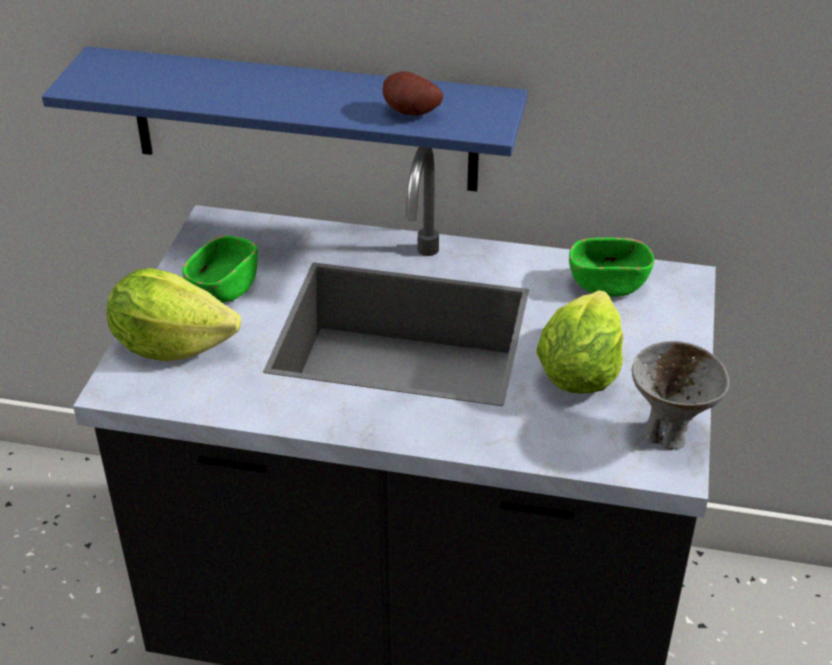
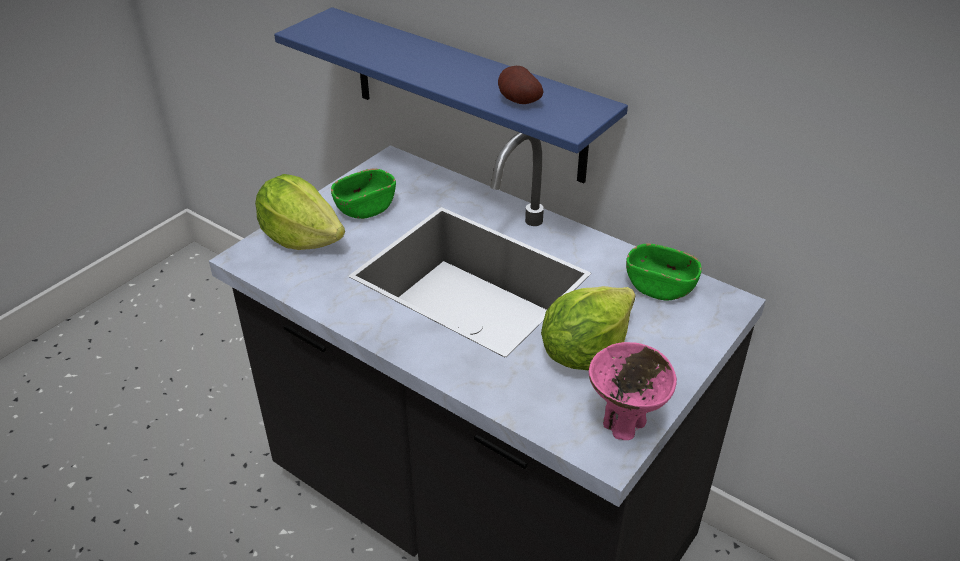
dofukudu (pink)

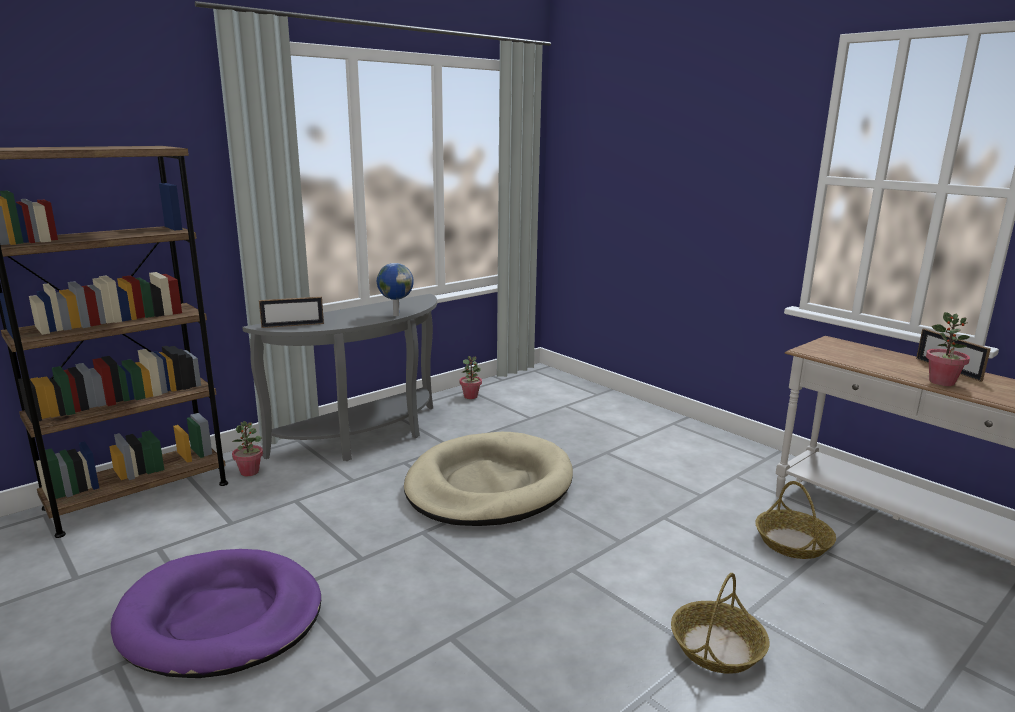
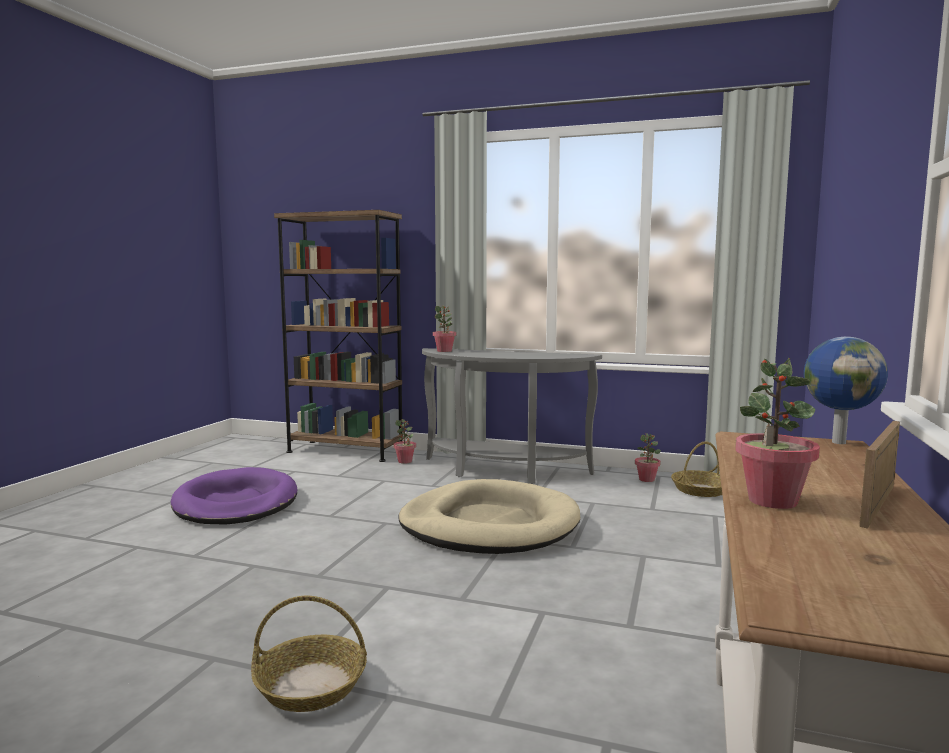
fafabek (no. 2 from left); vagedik (no. 2 from left); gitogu

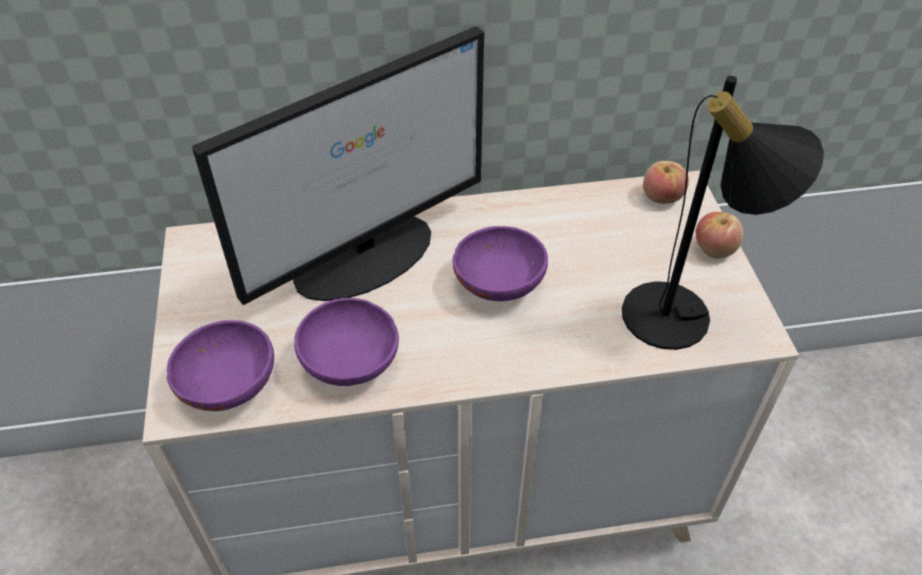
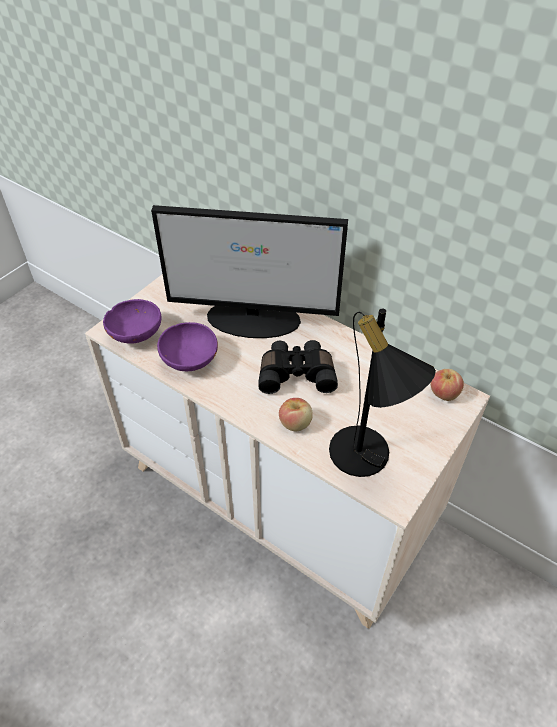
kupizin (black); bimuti (no. 1 from left)

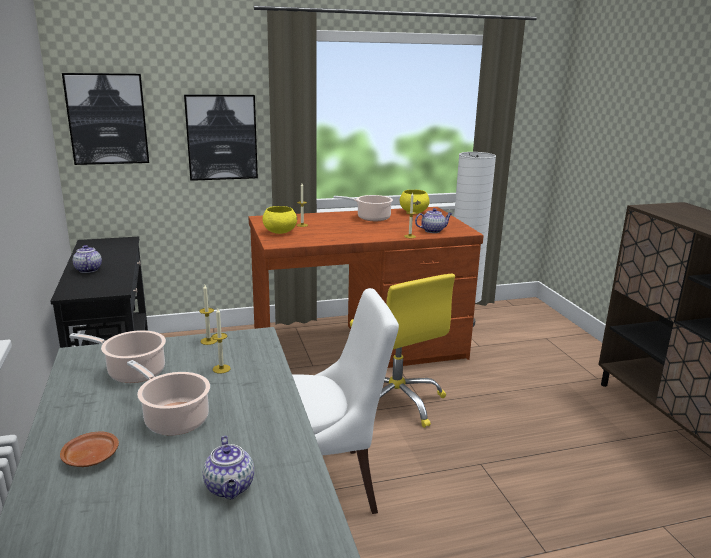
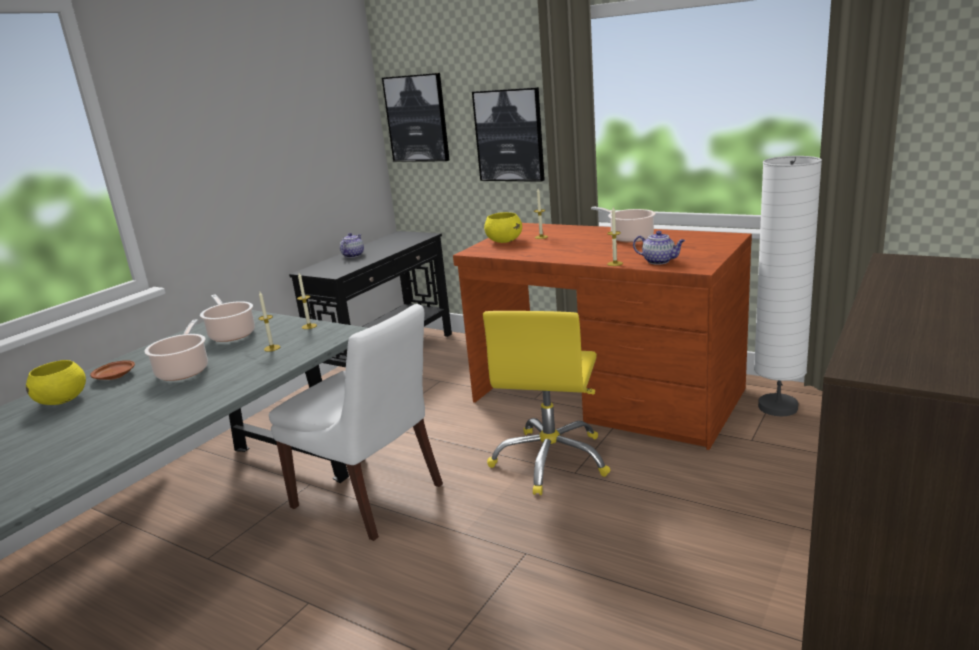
dofukudu (yellow) (no. 1 from left); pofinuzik (no. 2 from left in the first image)

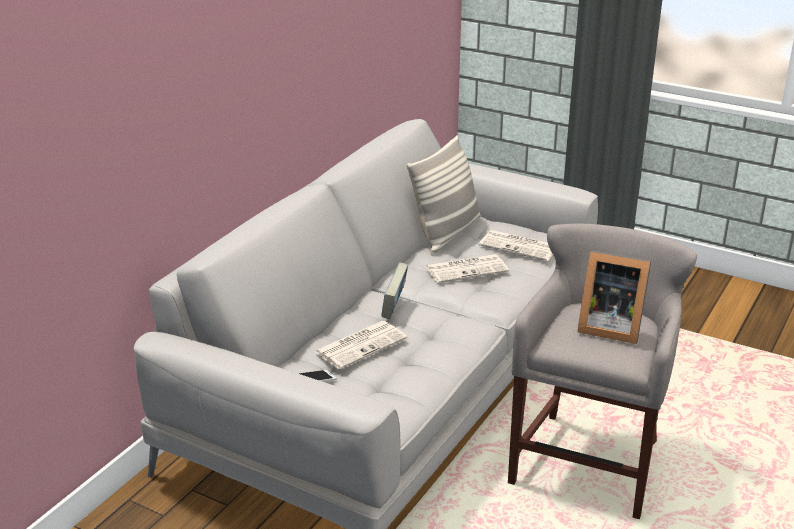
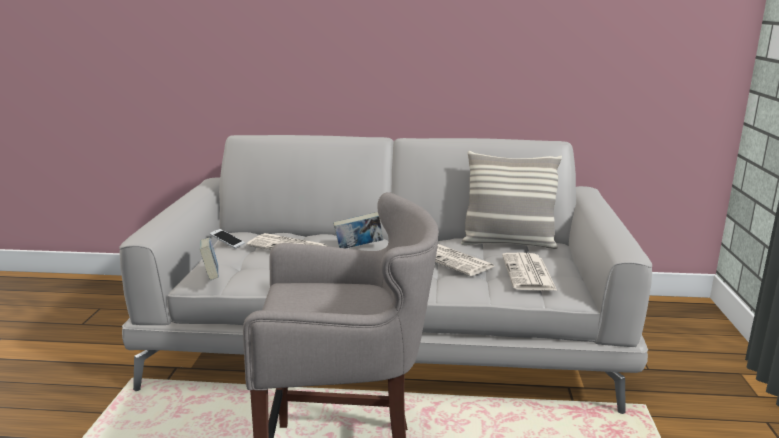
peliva (no. 1 from left); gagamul

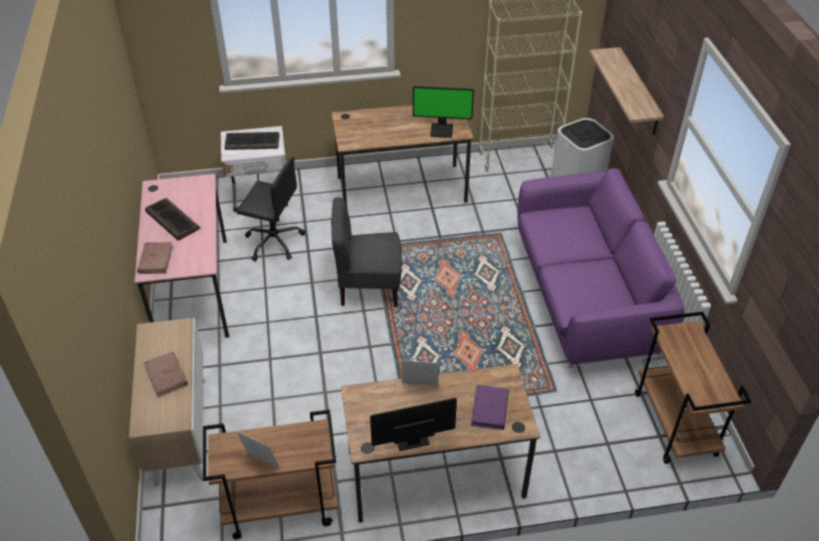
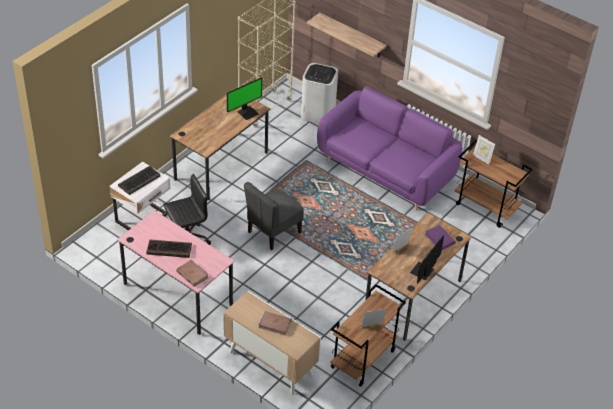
gagamul (no. 3 from left)

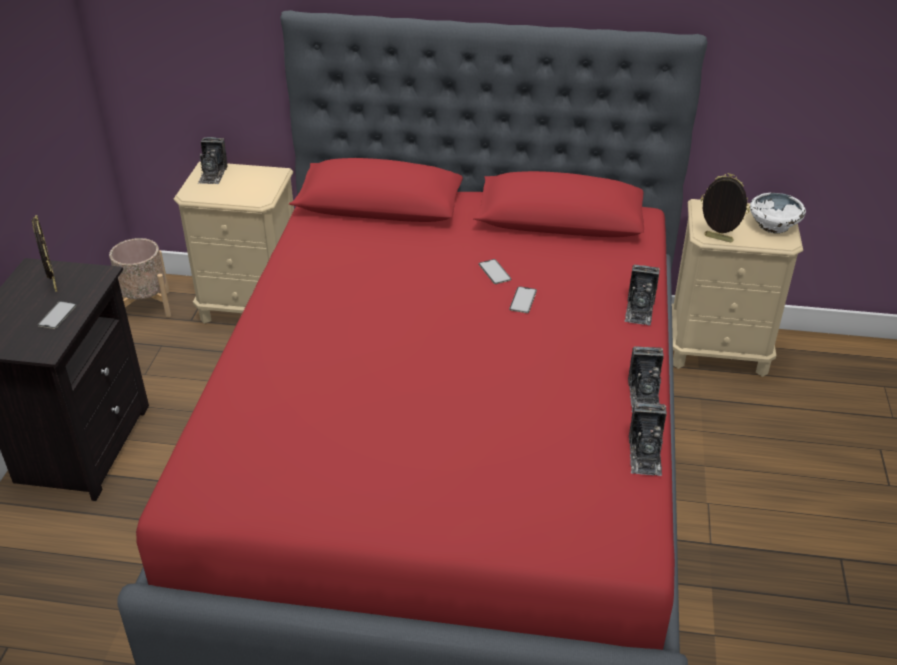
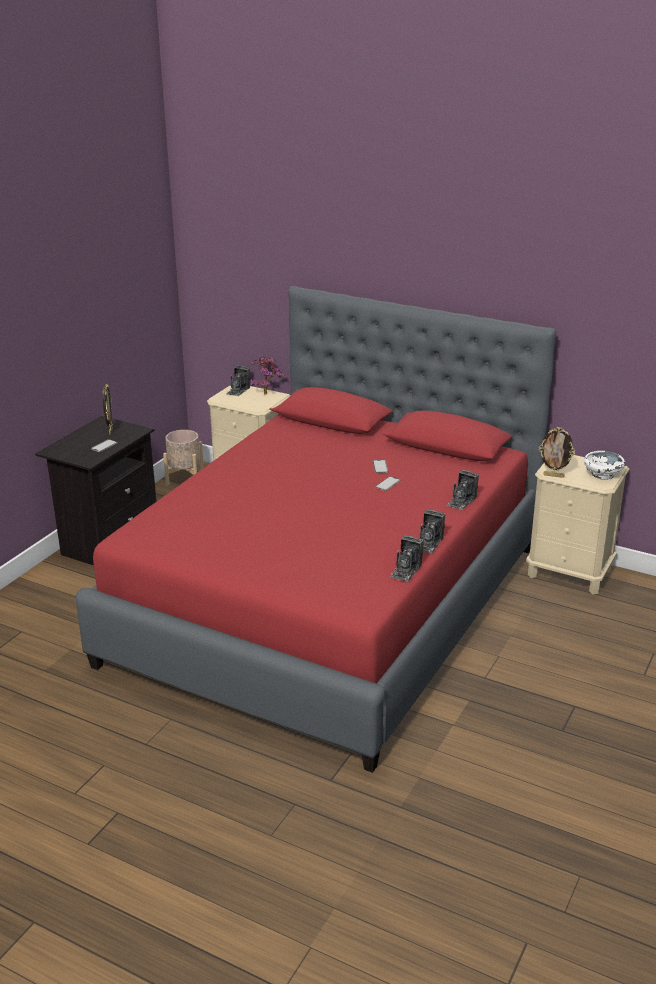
fafabek; gagamul (no. 2 from left)

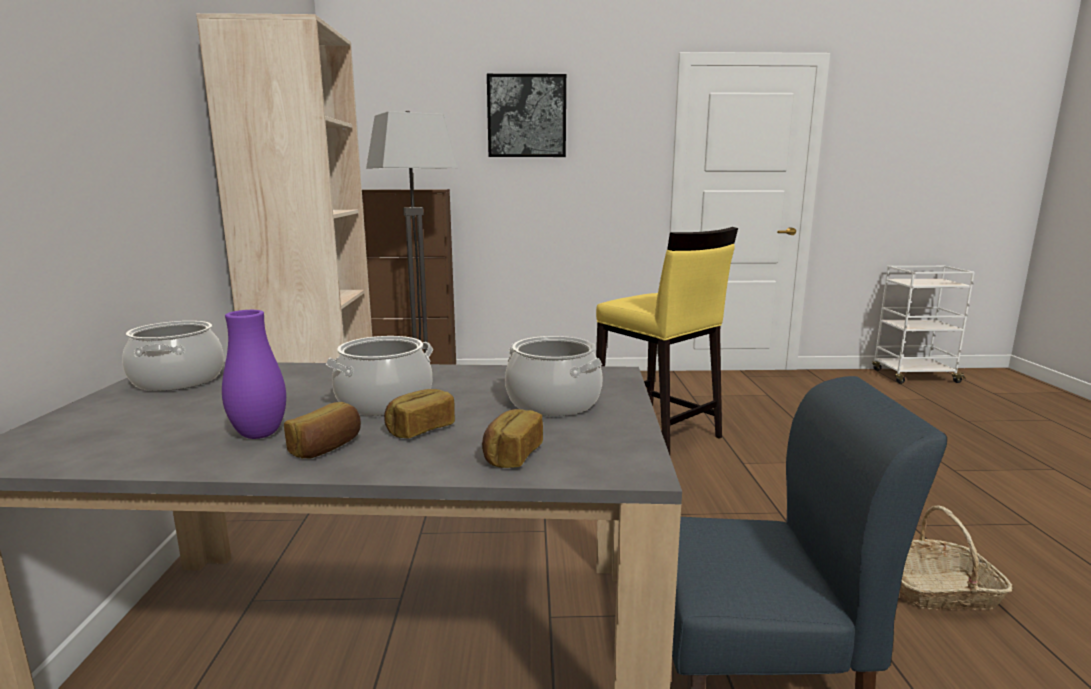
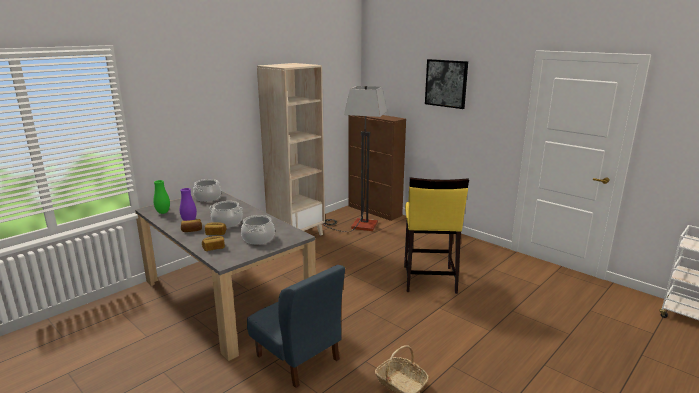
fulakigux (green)

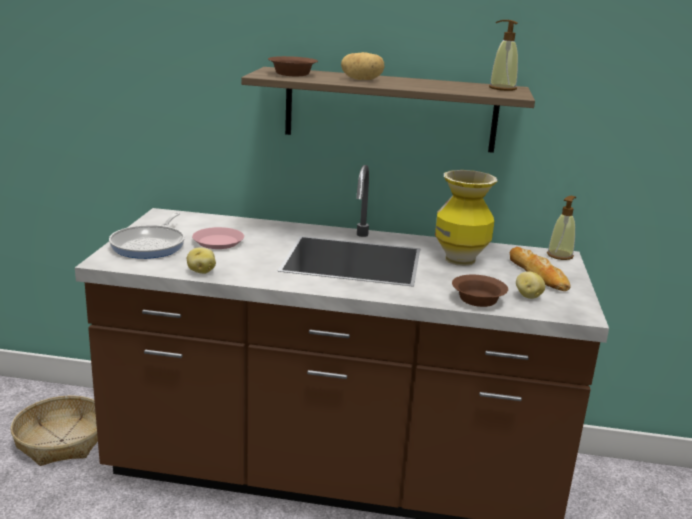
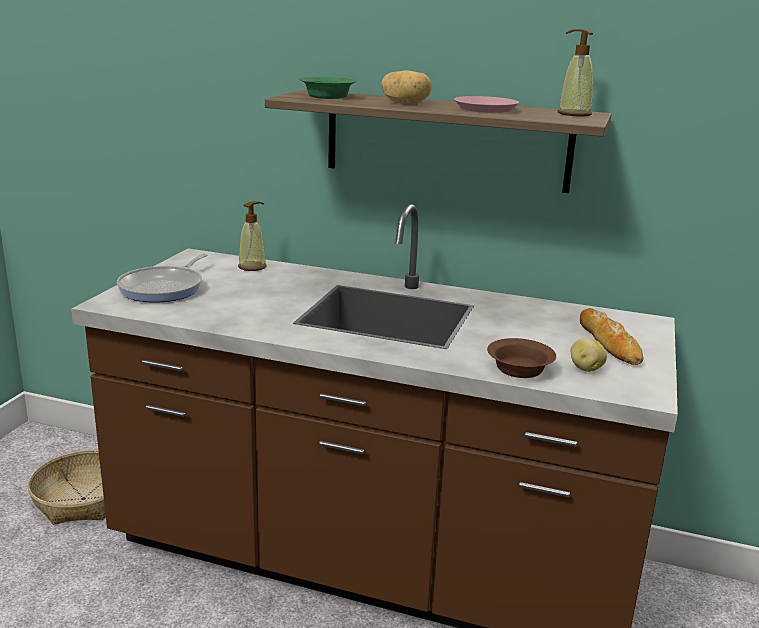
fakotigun (no. 1 from left); dofukudu (green); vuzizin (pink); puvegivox (no. 1 from left in the first image); fulakigux

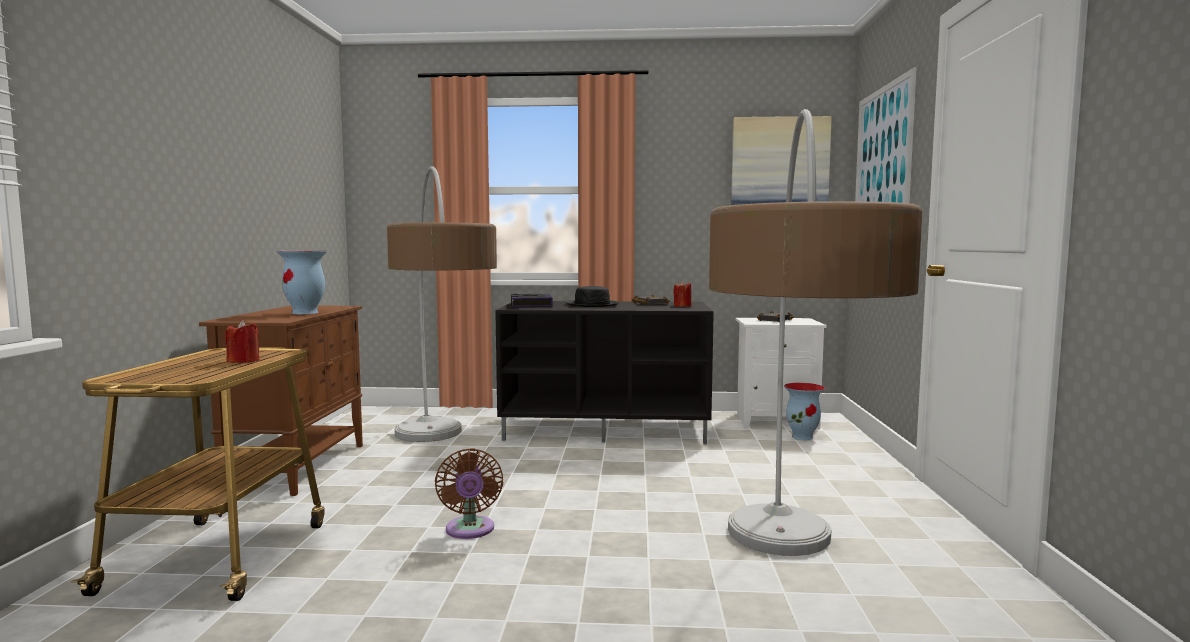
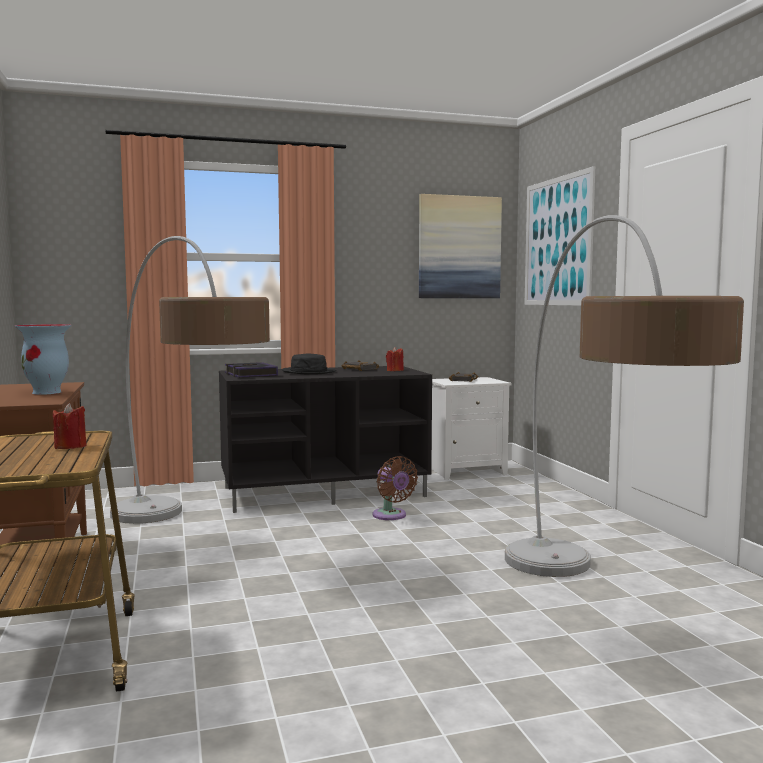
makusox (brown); fulakigux (no. 2 from left in the first image)

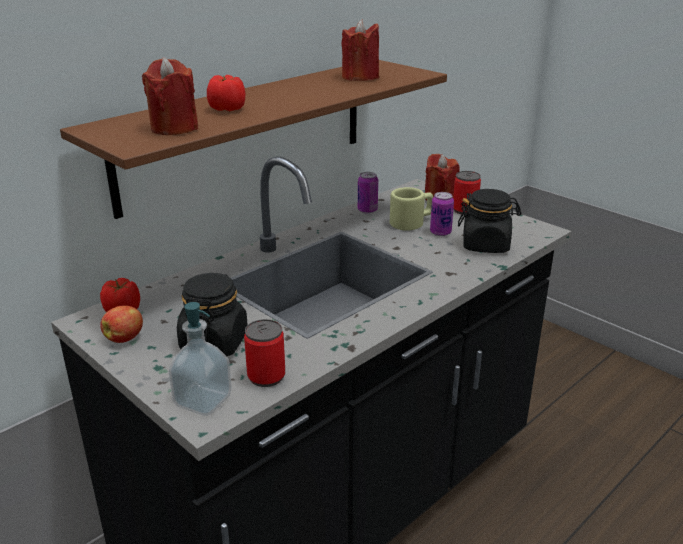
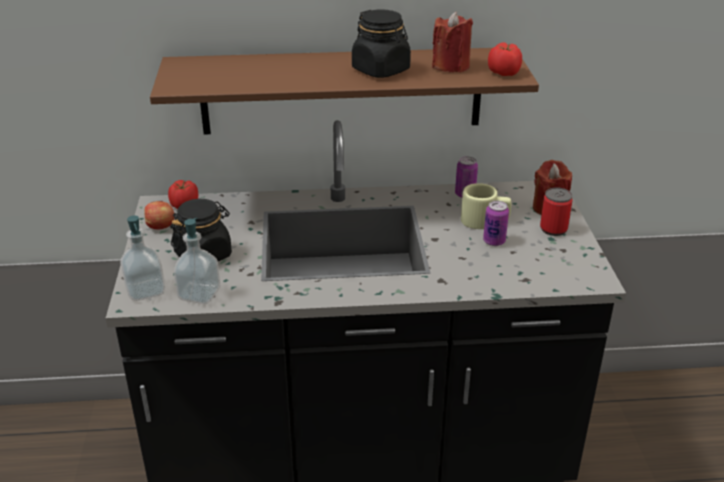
fakotigun (no. 2 from left); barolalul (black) (no. 2 from left); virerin (no. 2 from left); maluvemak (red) (no. 1 from left in the first image)

